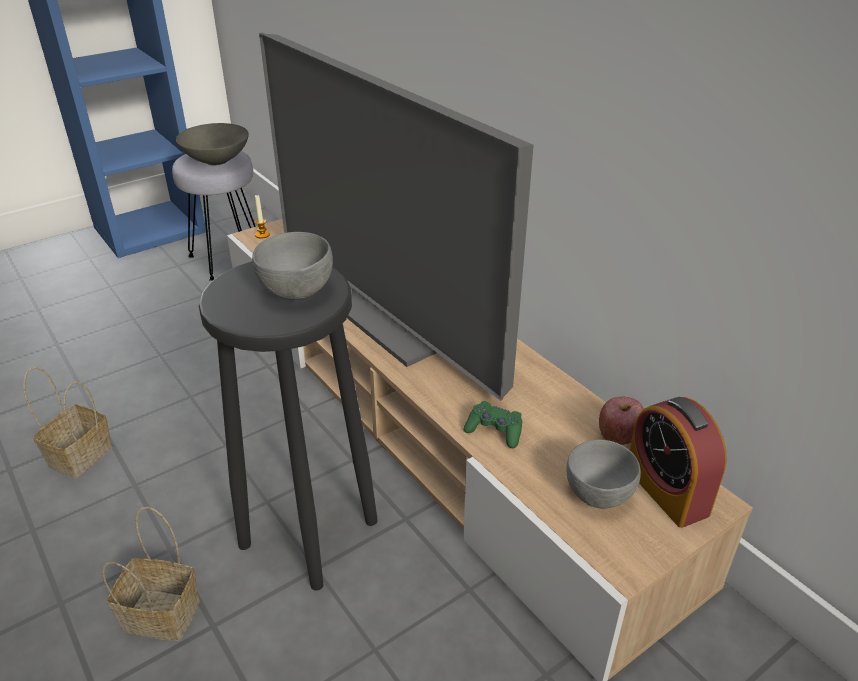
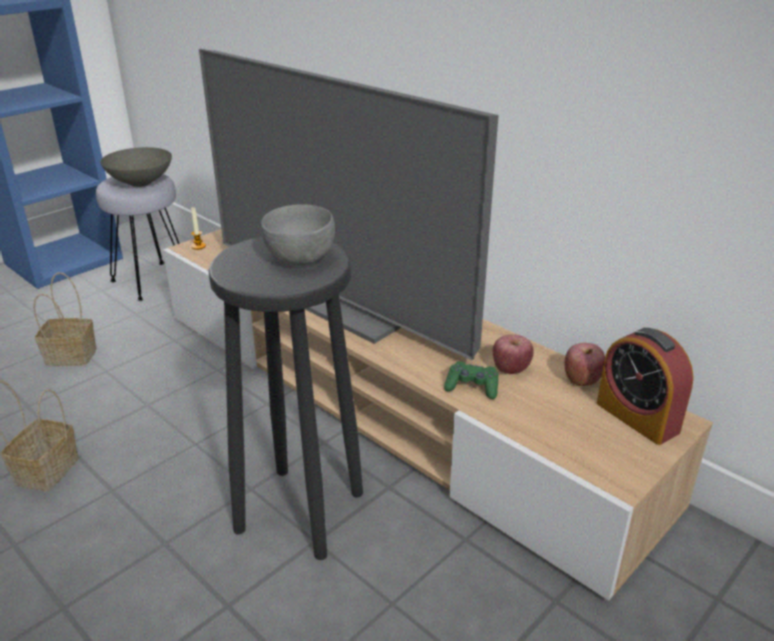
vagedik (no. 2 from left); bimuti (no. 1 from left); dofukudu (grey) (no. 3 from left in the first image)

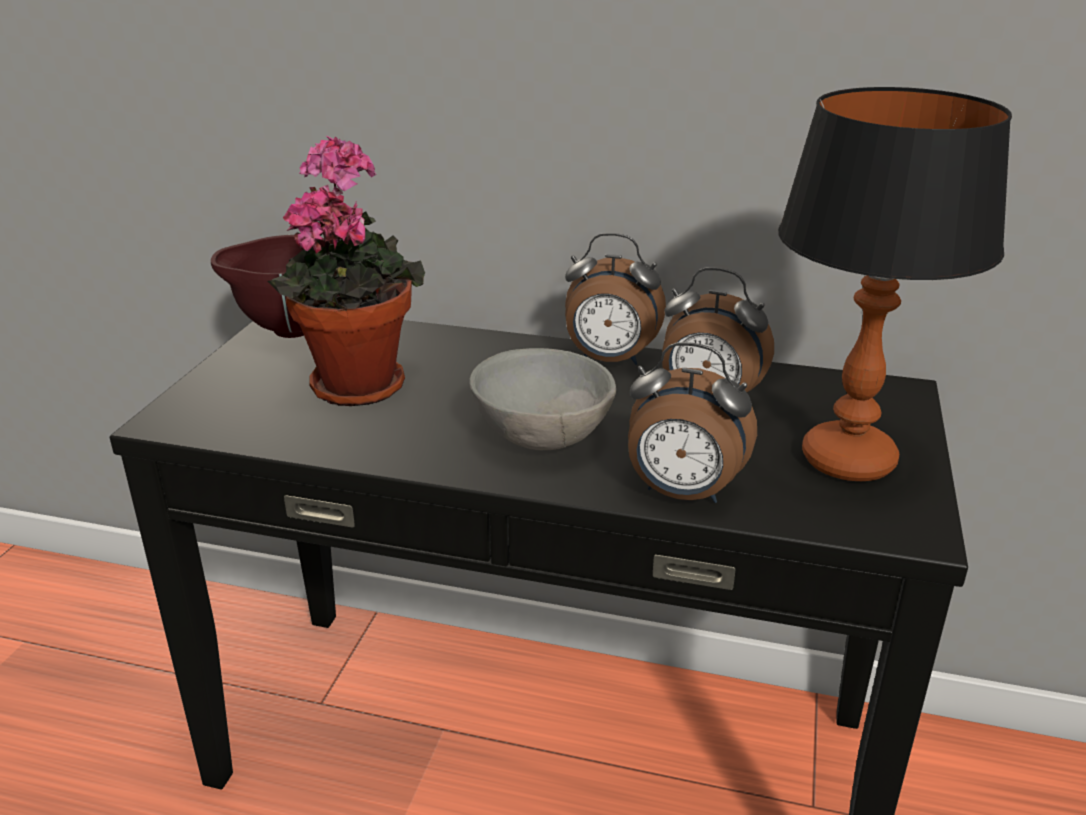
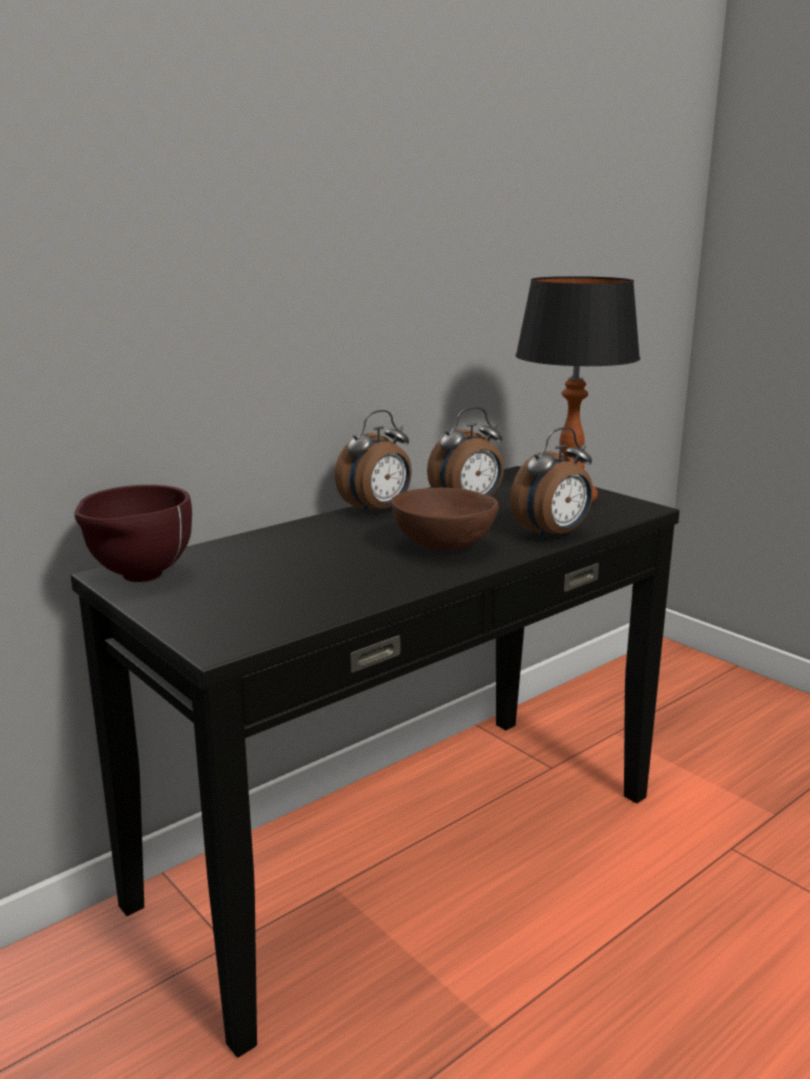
dofukudu (brown) (no. 2 from left); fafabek

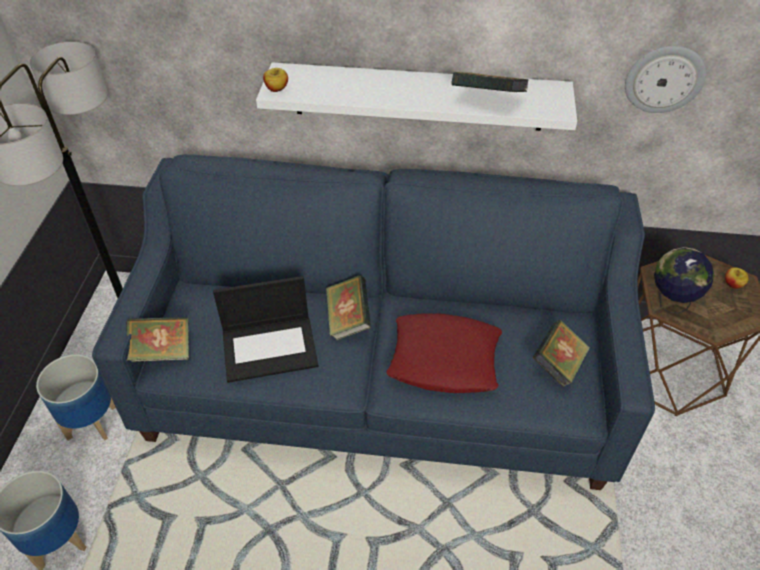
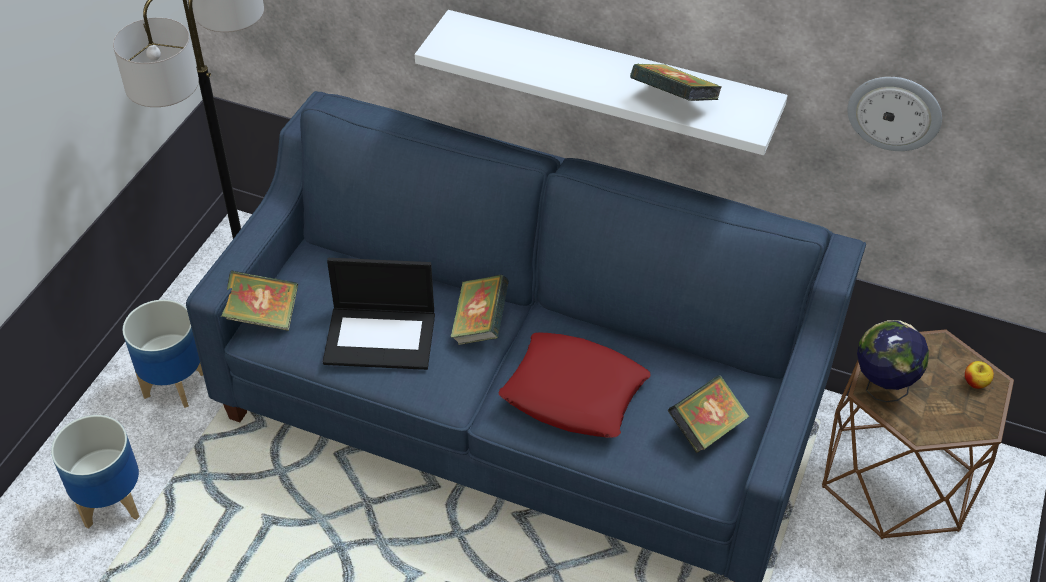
bimuti (no. 1 from left in the first image)

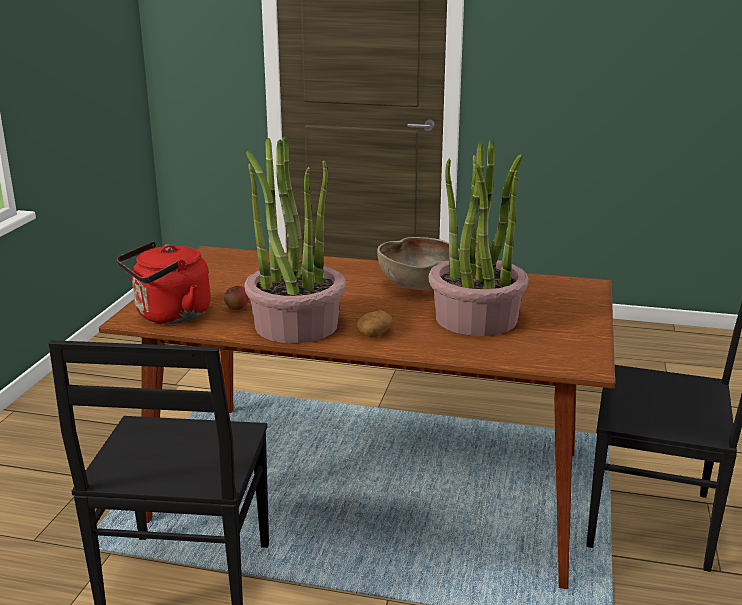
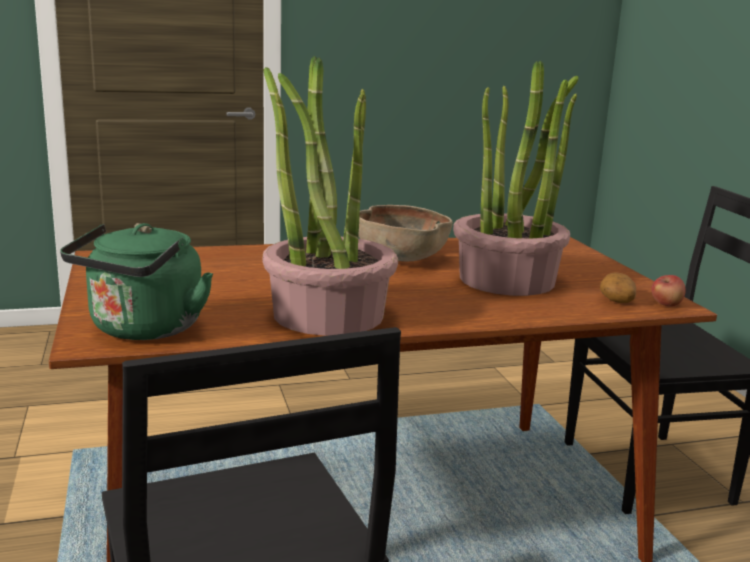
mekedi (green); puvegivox; bimuti

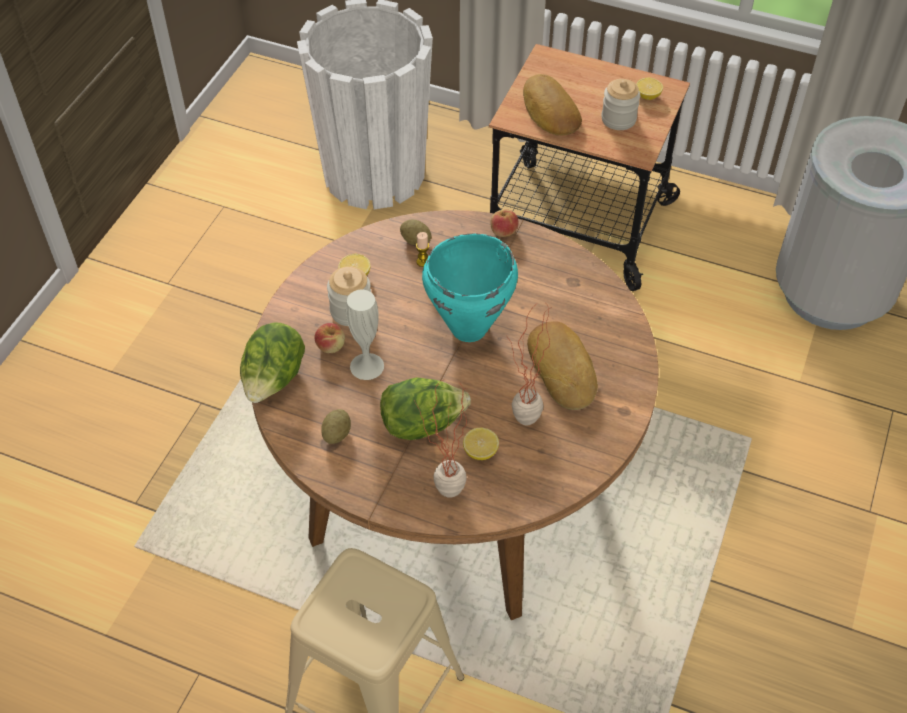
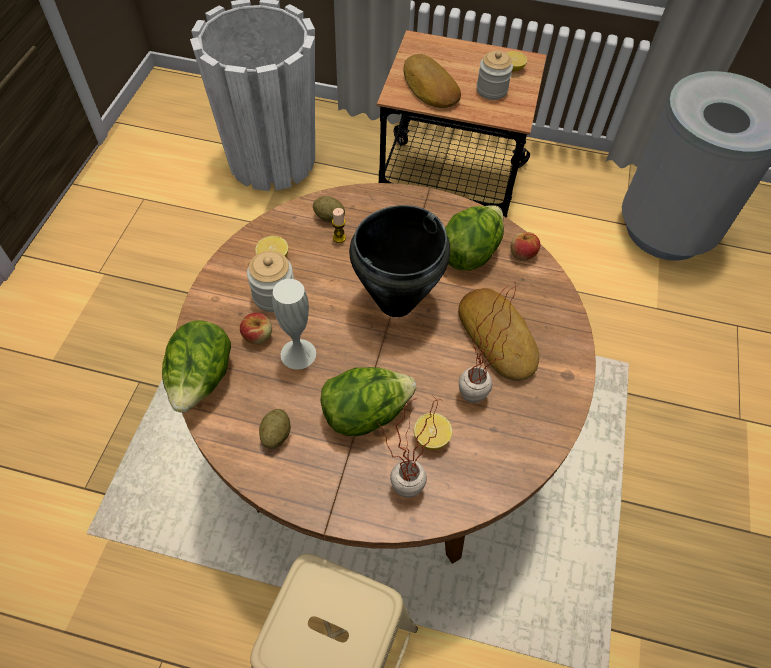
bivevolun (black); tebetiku (no. 3 from left); bimuti (no. 2 from left)

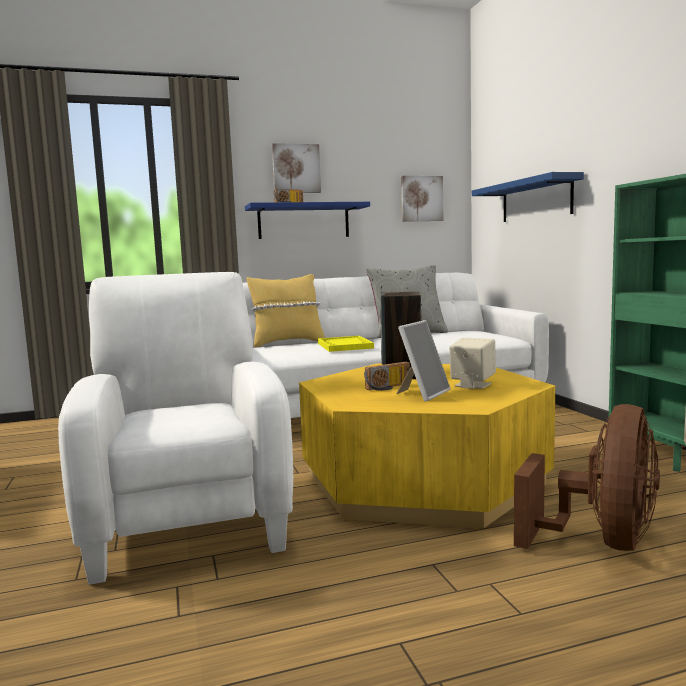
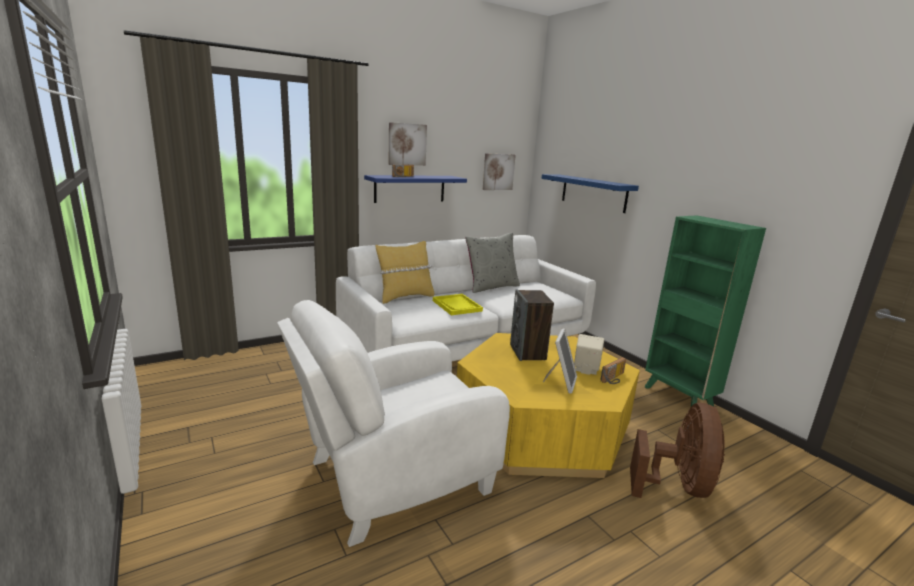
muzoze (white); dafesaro (no. 2 from left)

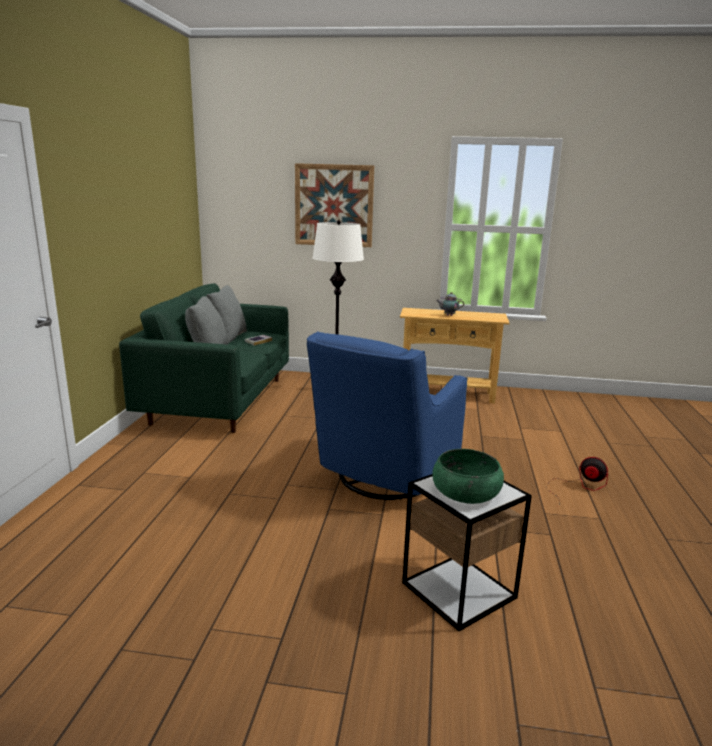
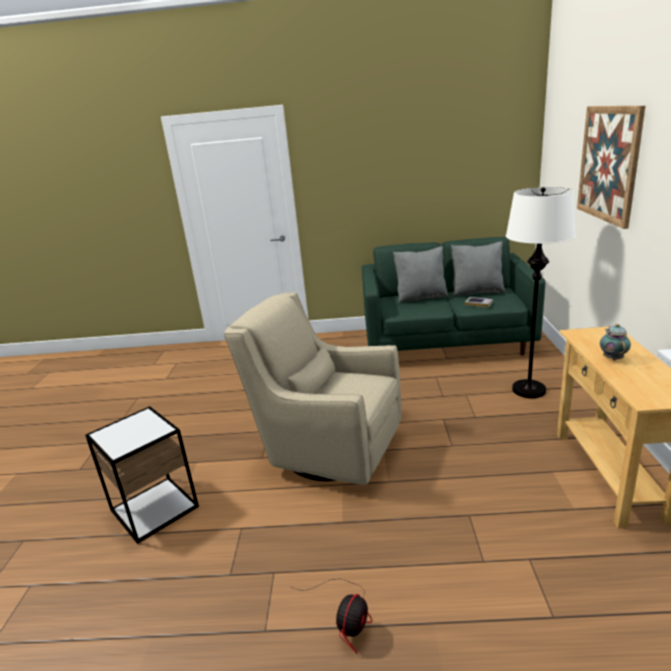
muzoze (beige); dofukudu (green)

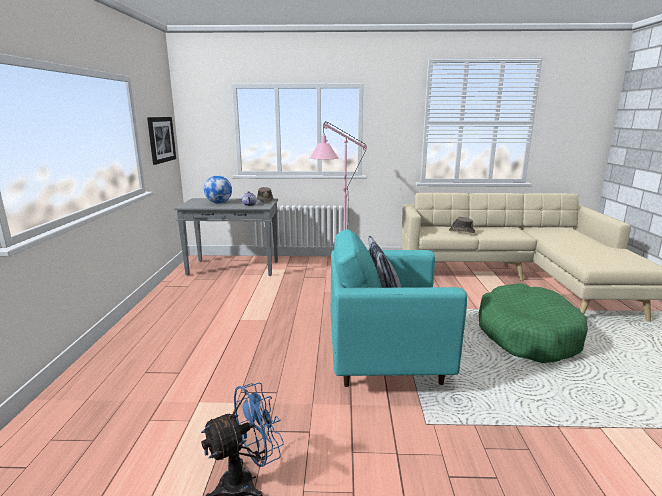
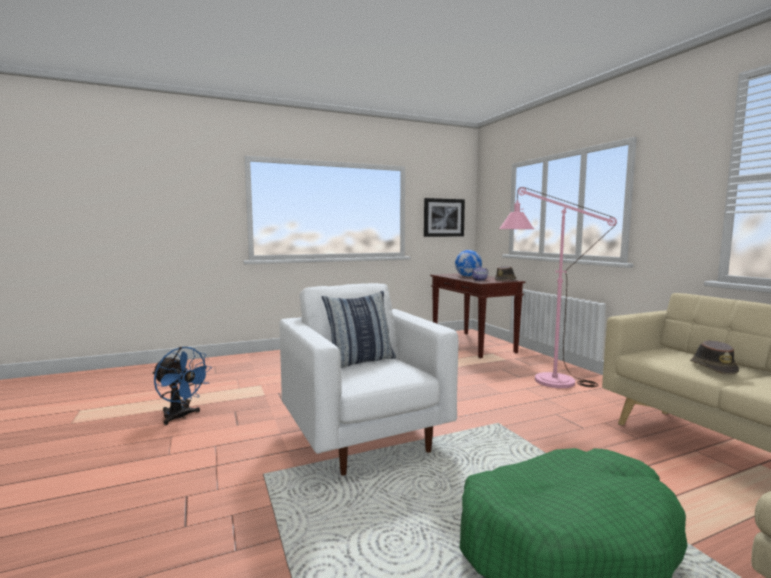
muzoze (white); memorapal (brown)

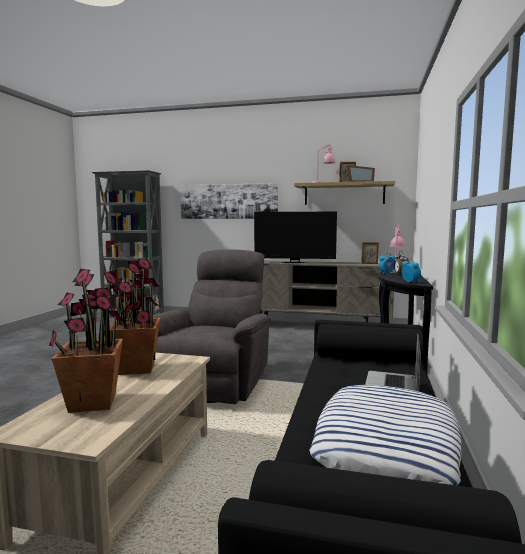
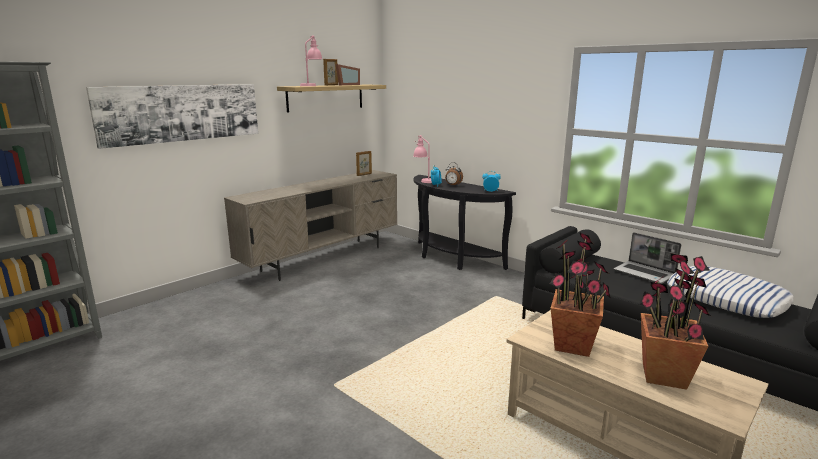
muzoze (grey); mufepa

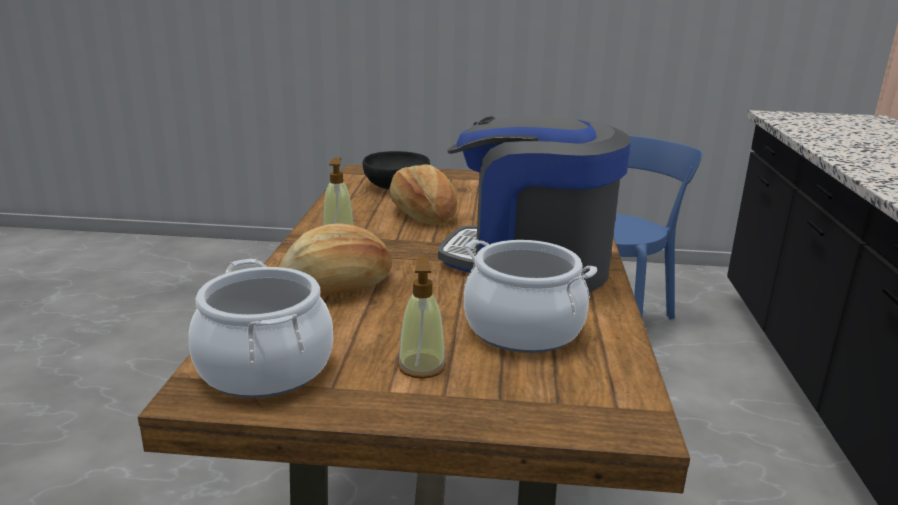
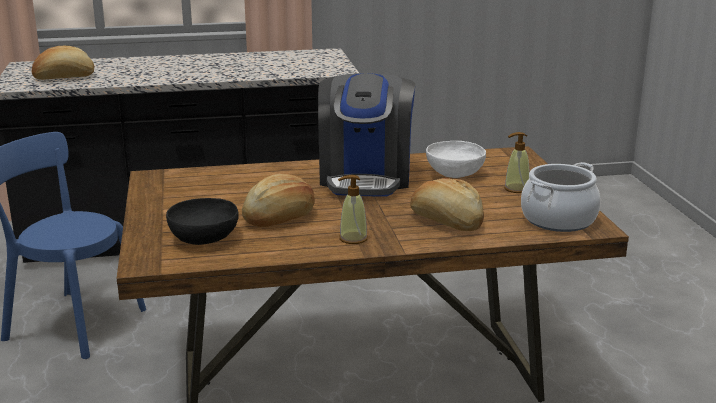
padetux (no. 1 from left); dofukudu (white)

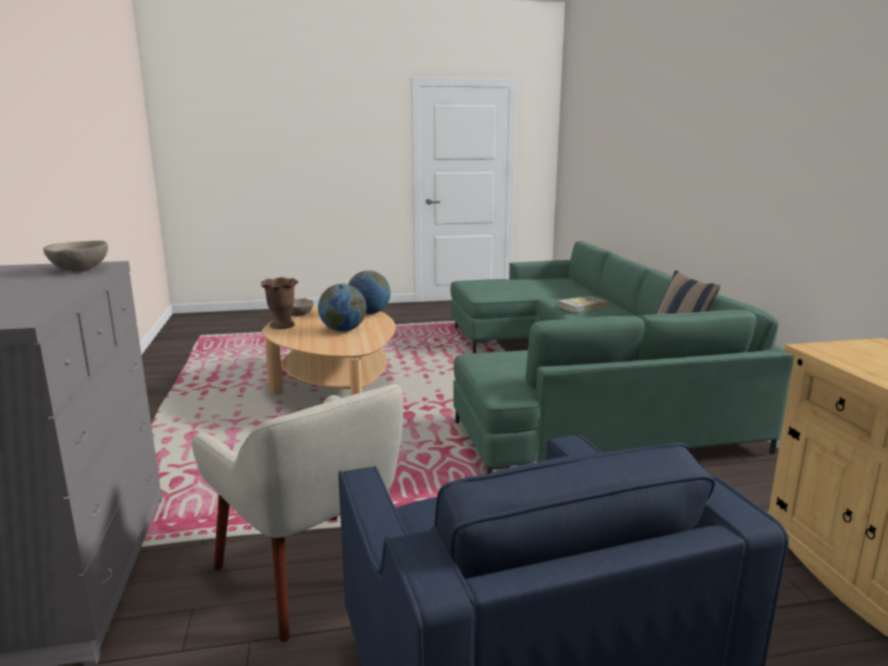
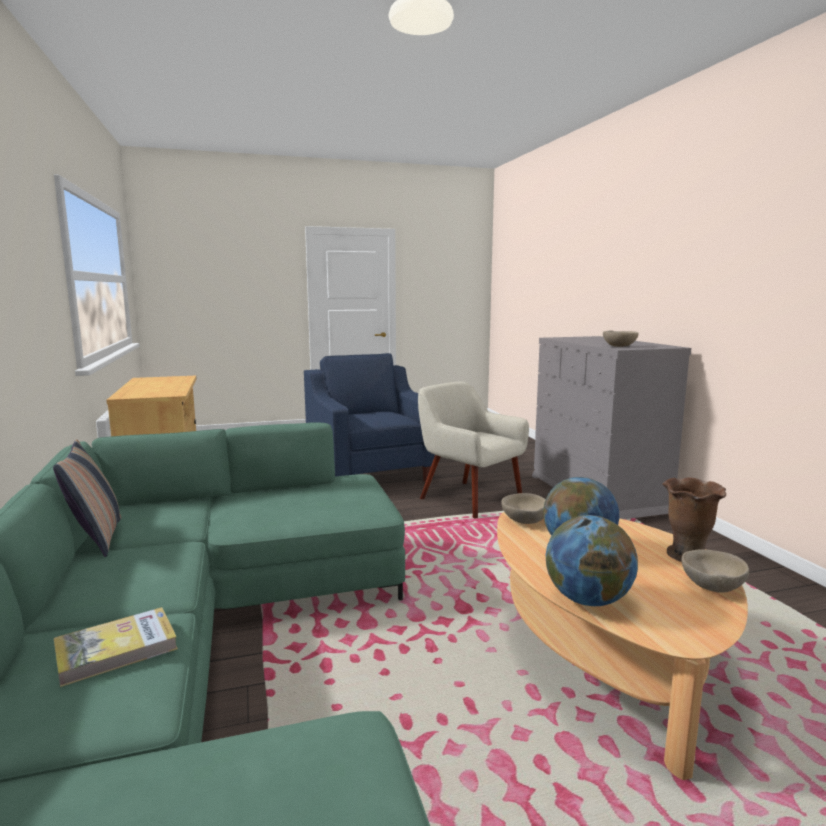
dofukudu (beige) (no. 1 from left)

